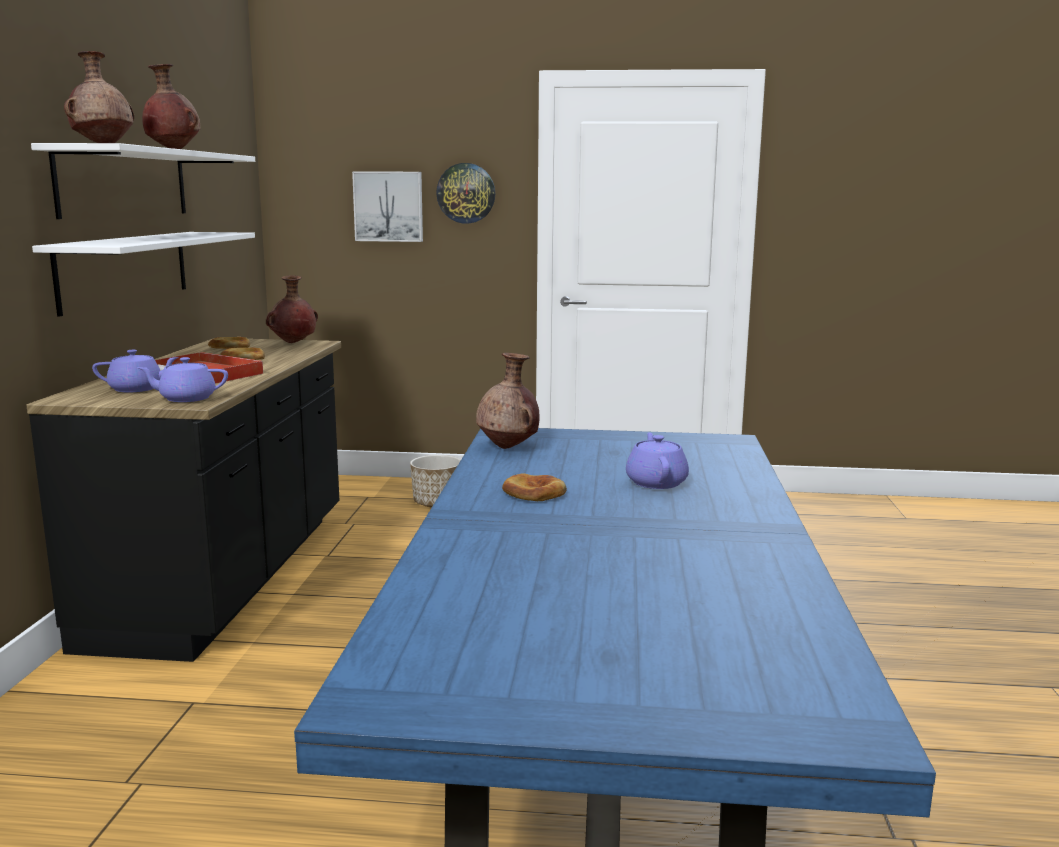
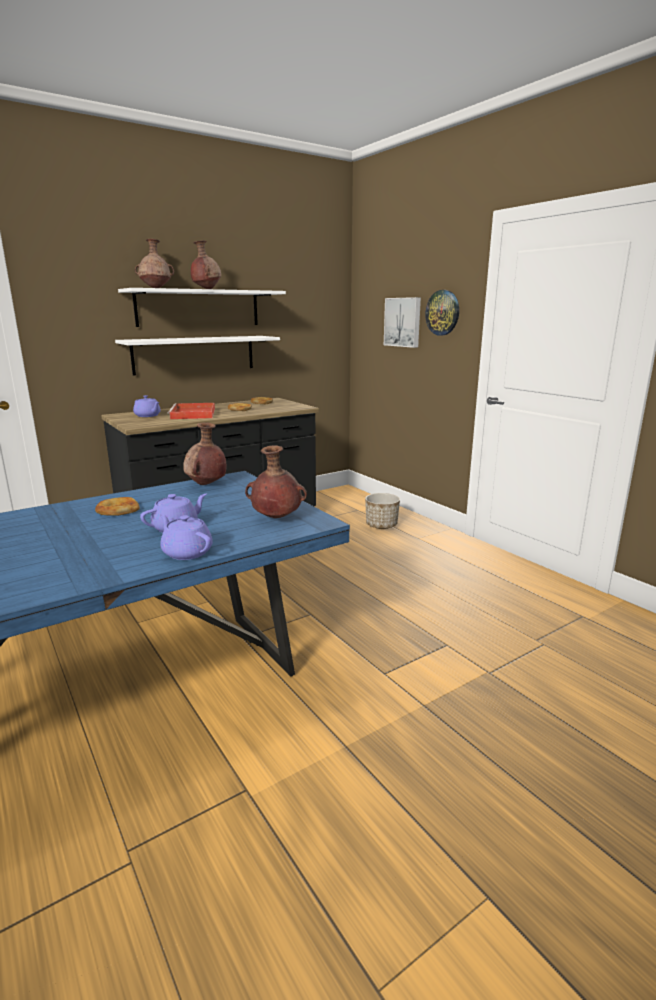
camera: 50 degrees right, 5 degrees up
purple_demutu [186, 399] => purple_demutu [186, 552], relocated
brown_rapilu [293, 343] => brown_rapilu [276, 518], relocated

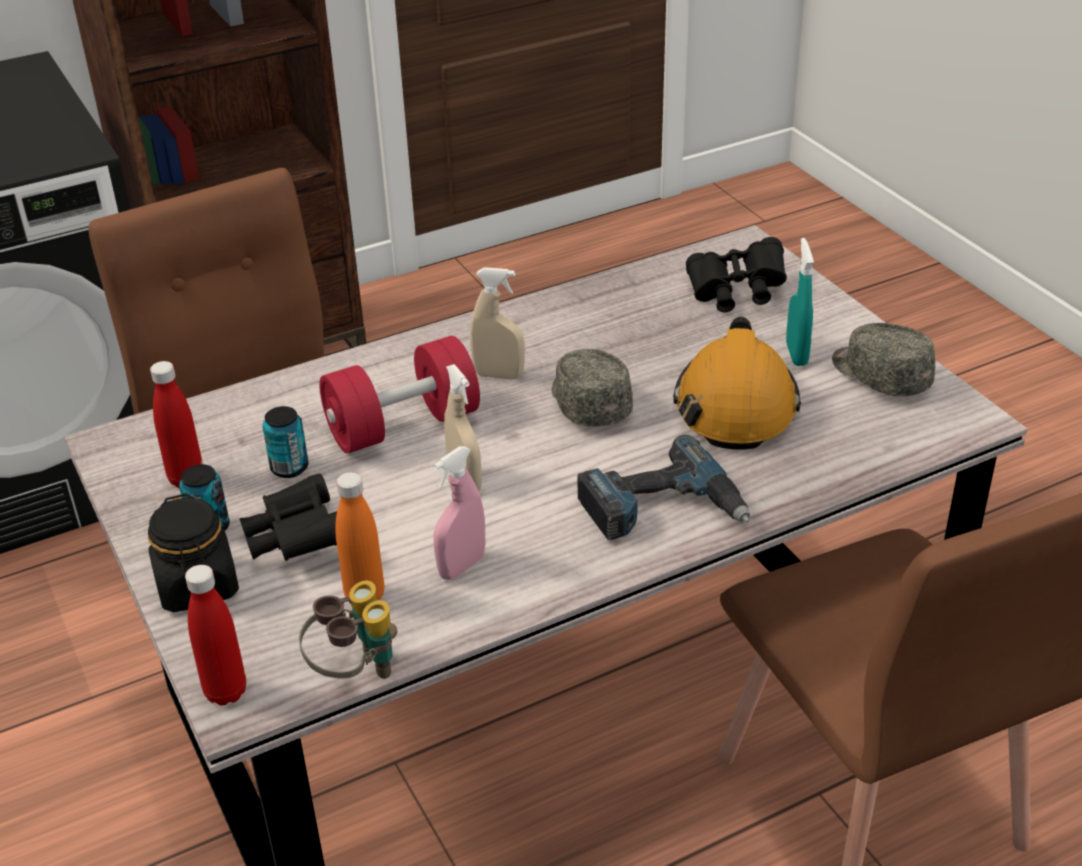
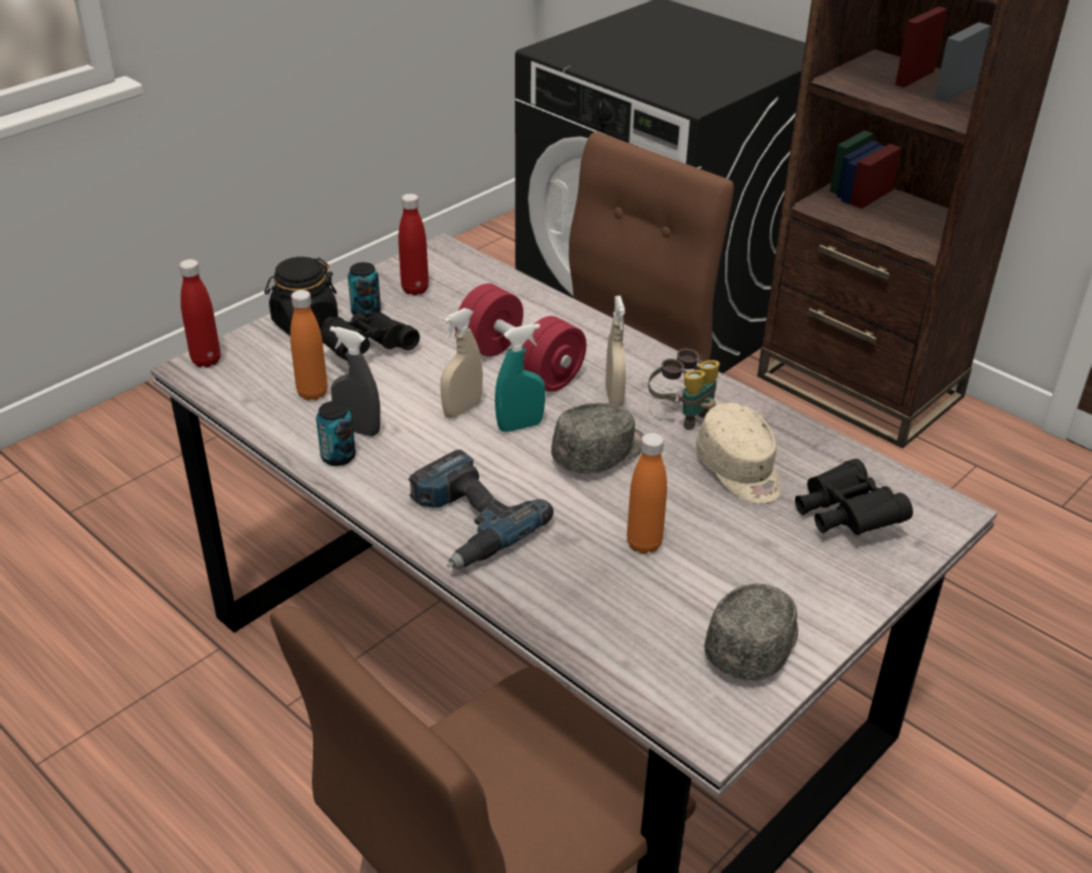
camera: 70 degrees right, 0 degrees up
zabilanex [289, 468] => zabilanex [338, 457], relocated
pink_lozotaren [462, 566] => grey_lozotaren [358, 430]
turquoise_lozotaren [796, 354] => turquoise_lozotaren [520, 426], relocated
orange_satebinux [735, 405] => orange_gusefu [644, 544]
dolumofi [355, 672] => dolumofi [682, 414], relocated
nothing => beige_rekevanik [740, 471]

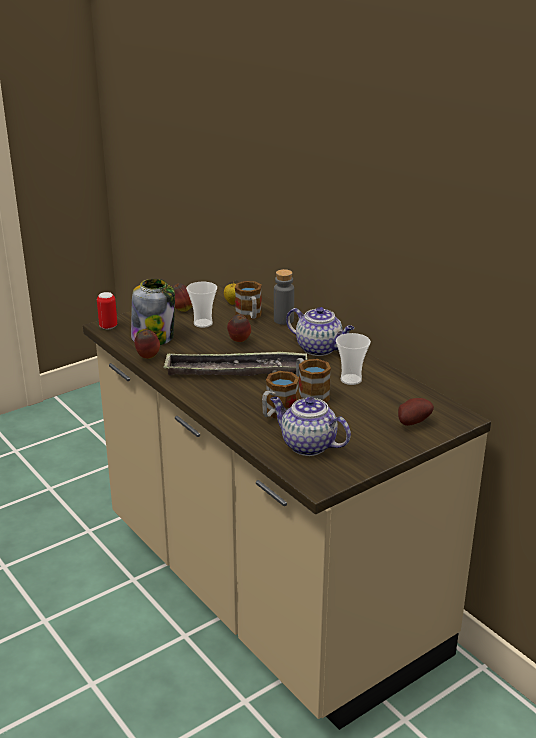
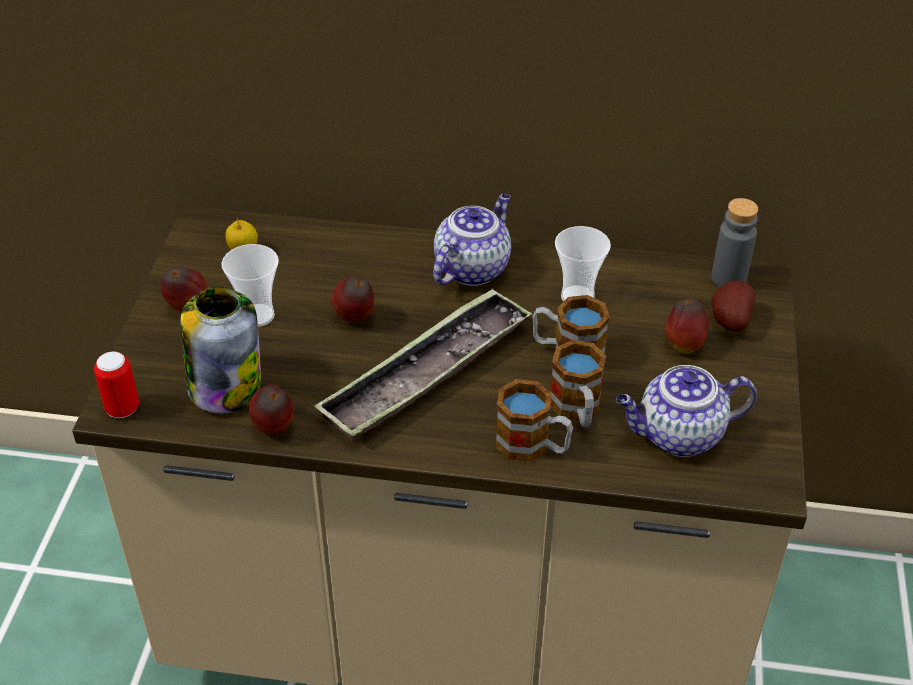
camera: 45 degrees left, 15 degrees up
demutu [320, 349] => demutu [472, 268], 45 degrees counterclockwise
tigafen [250, 316] => tigafen [532, 446], relocated
nothing => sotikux [683, 345]
grey_gusefu [283, 320] => grey_gusefu [728, 279], relocated

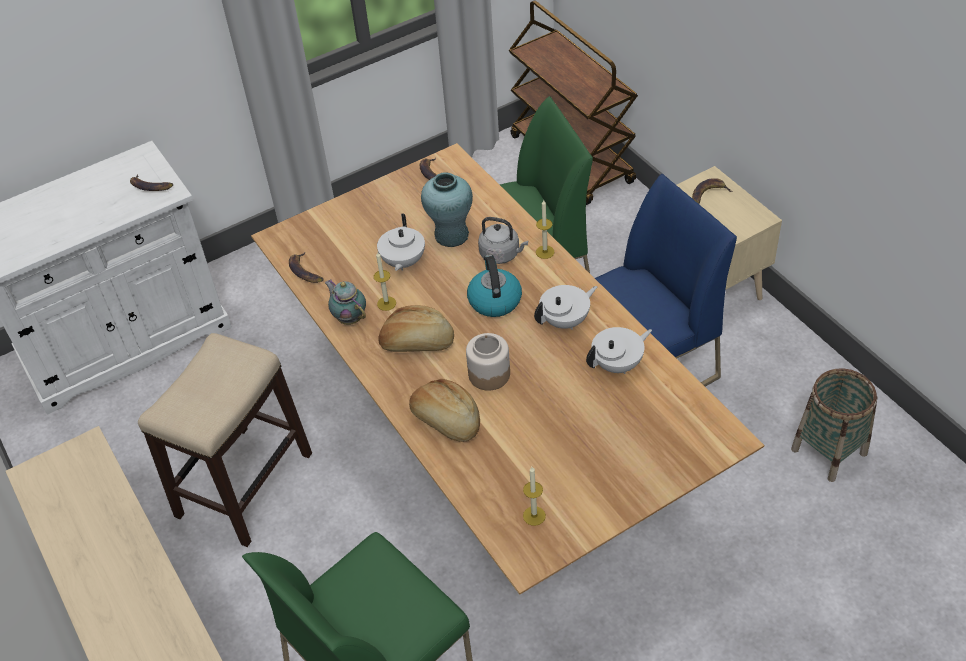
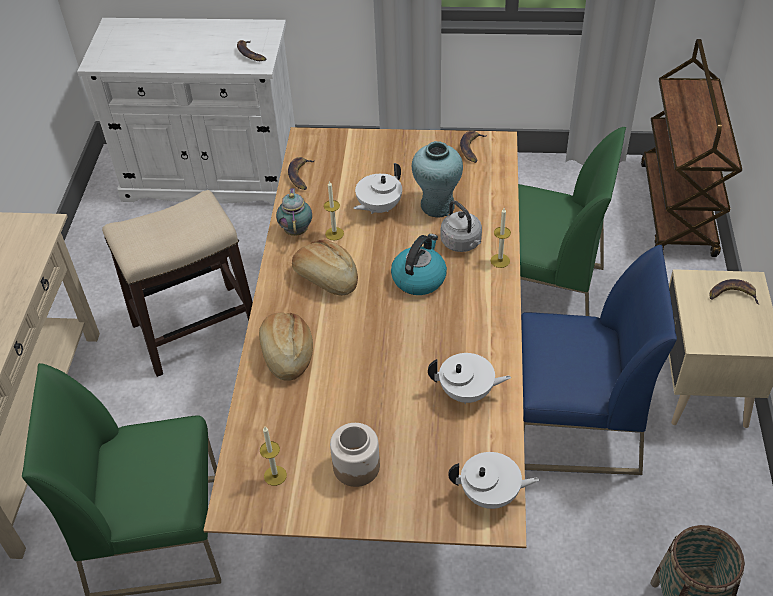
camera: 35 degrees right, 0 degrees up
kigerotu [489, 374] => kigerotu [356, 466], relocated
white_demutu [565, 321] => white_demutu [490, 495], relocated

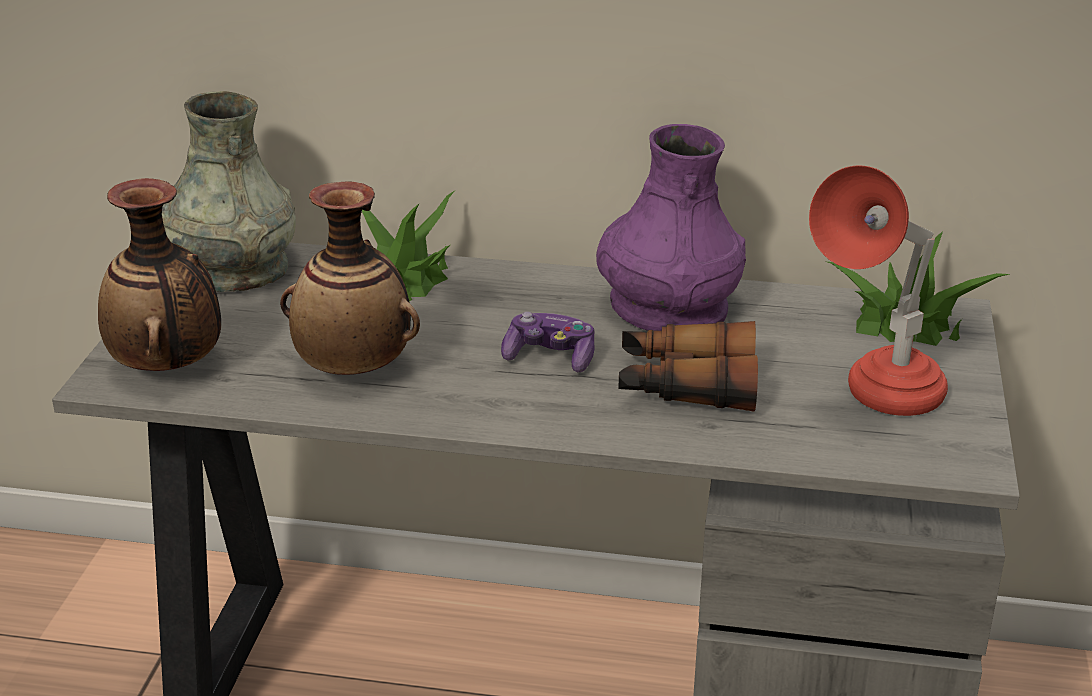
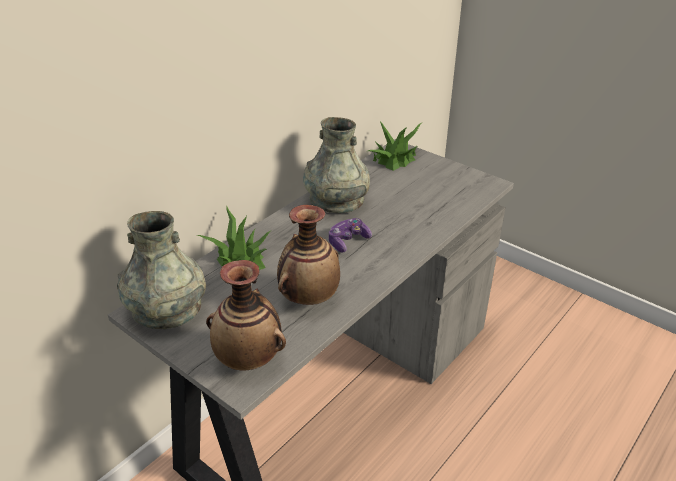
camera: 60 degrees left, 5 degrees up
purple_rapilu [668, 307] => grey_rapilu [336, 200]
dolumofi [686, 385] => nothing
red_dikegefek [876, 401] => nothing

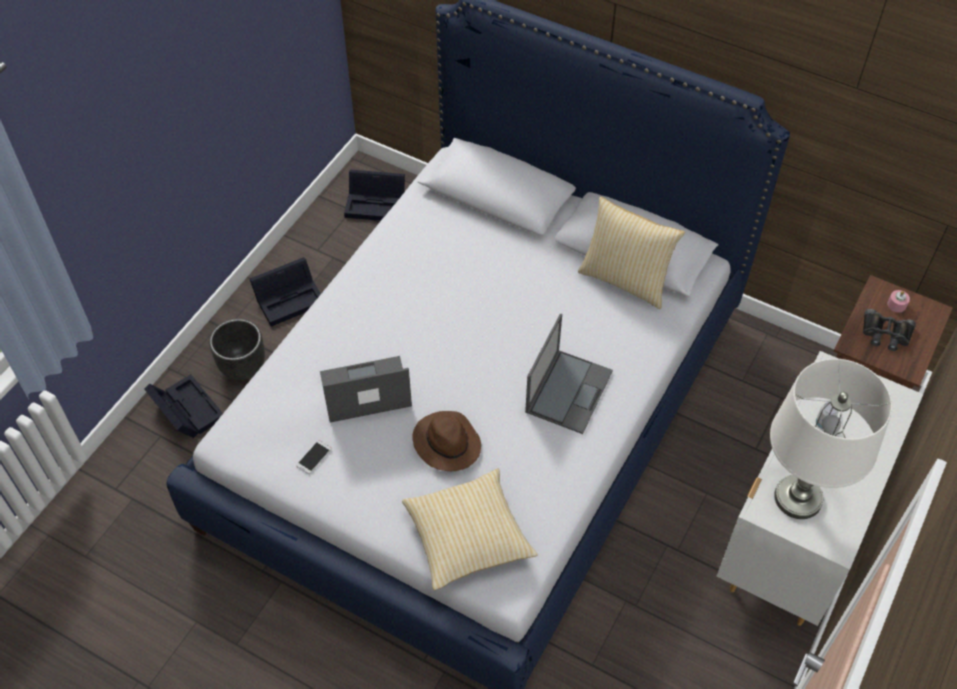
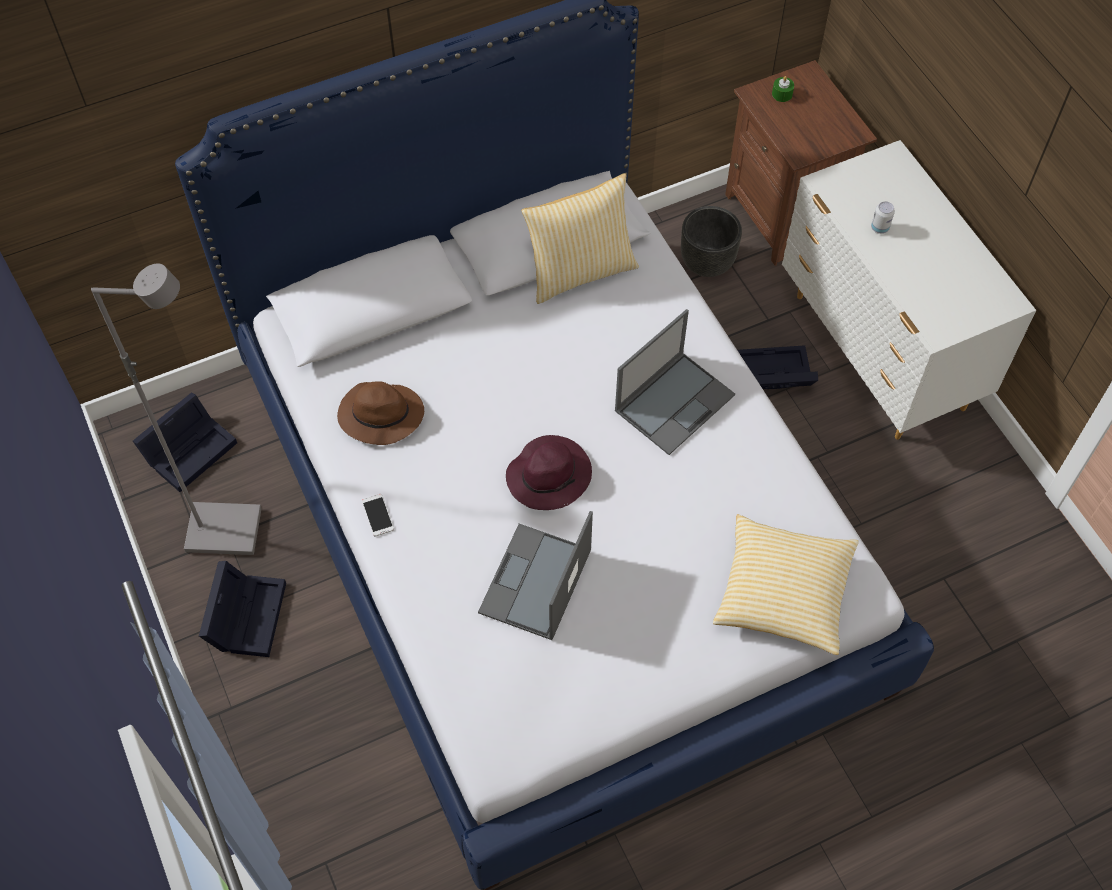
camera: 55 degrees left, 5 degrees up
nothing => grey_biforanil [225, 529]
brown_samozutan [446, 443] => brown_samozutan [379, 416], relocated
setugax [314, 457] => setugax [377, 515], relocated
nothing => purple_samozutan [549, 475]
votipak [569, 390] => votipak [675, 402], 75 degrees clockwise
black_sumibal [243, 367] => black_sumibal [706, 264], relocated
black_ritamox [186, 410] => black_ritamox [769, 377], relocated
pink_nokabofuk [896, 305] => green_nokabofuk [782, 94]
white_dikegefek [798, 498] => nothing
black_dolumofi [885, 334] => nothing

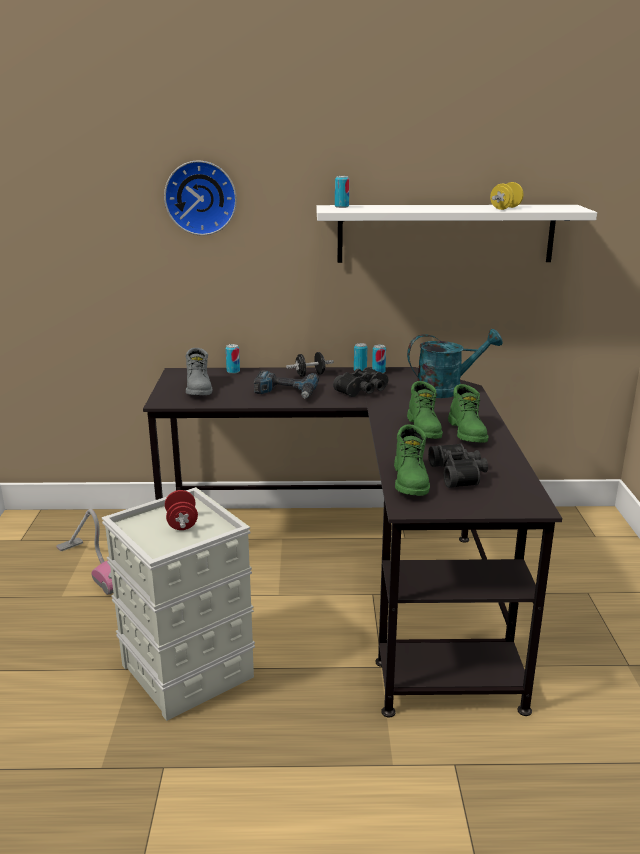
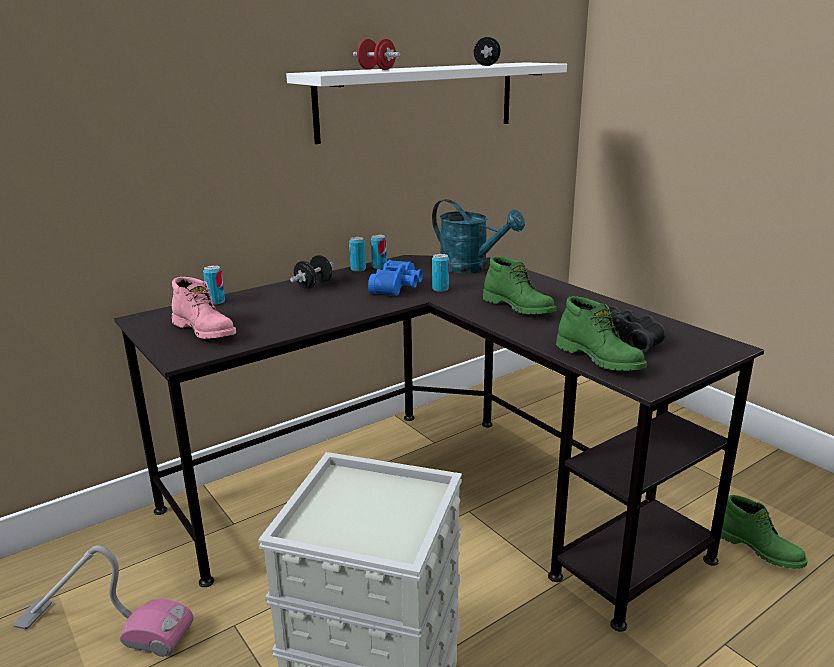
camera: 35 degrees left, 0 degrees up
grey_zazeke [199, 389] => pink_zazeke [205, 330]
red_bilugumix [182, 523] => red_bilugumix [377, 69], relocated
black_dolumofi [364, 391] => blue_dolumofi [398, 287]
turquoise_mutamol [446, 389] => turquoise_mutamol [471, 268], 90 degrees clockwise
zabilanex [341, 206] => zabilanex [440, 289], relocated
yellow_bilugumix [505, 208] => black_bilugumix [486, 65]
green_zazeke [468, 433] => green_zazeke [759, 549], relocated
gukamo [201, 197] => nothing
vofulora [285, 392] => nothing

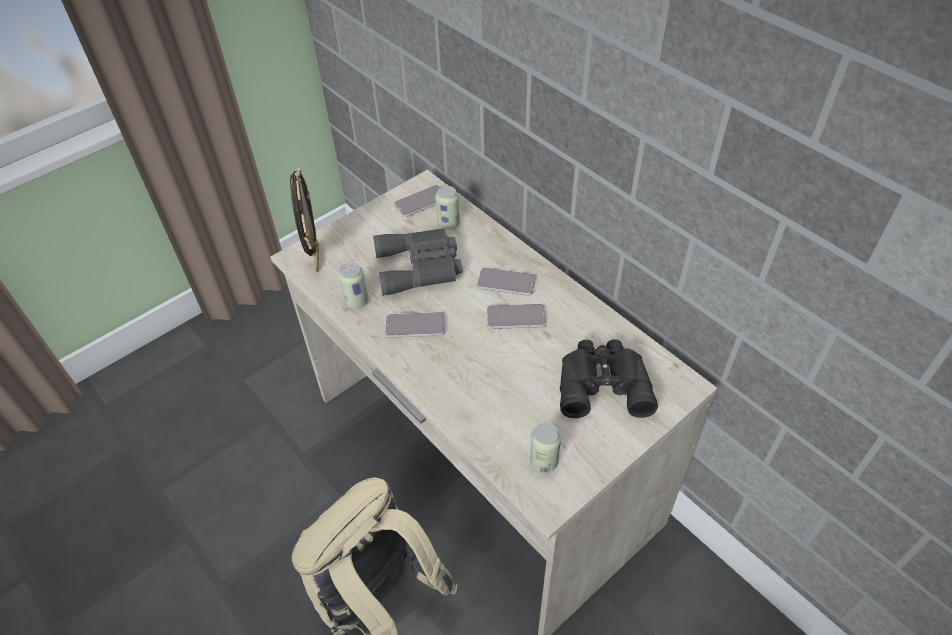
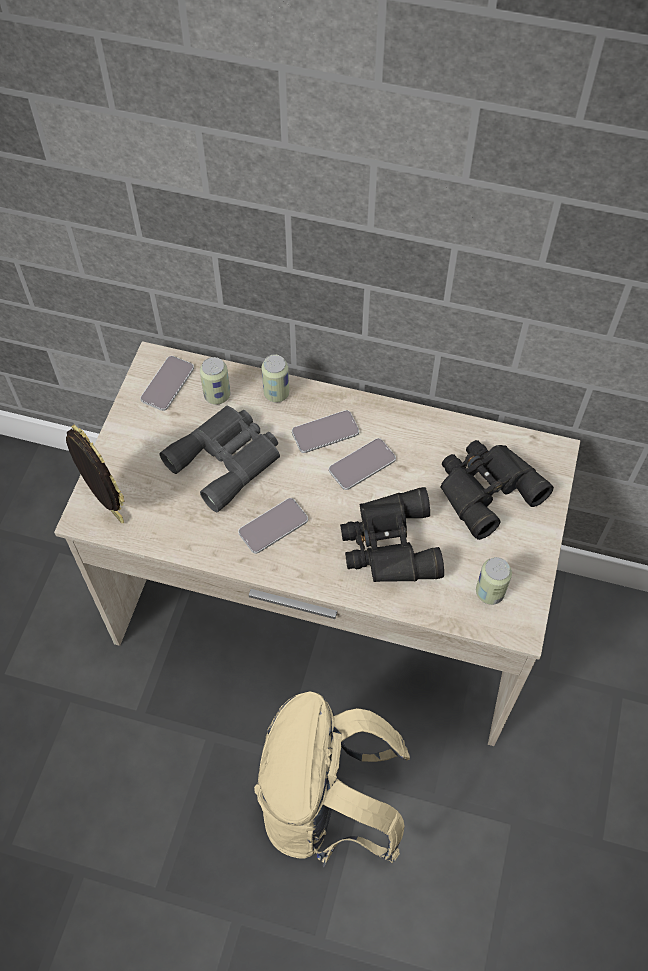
camera: 35 degrees left, 10 degrees up
zabilanex [357, 301] => zabilanex [276, 393], relocated
nothing => black_dolumofi [388, 545]

